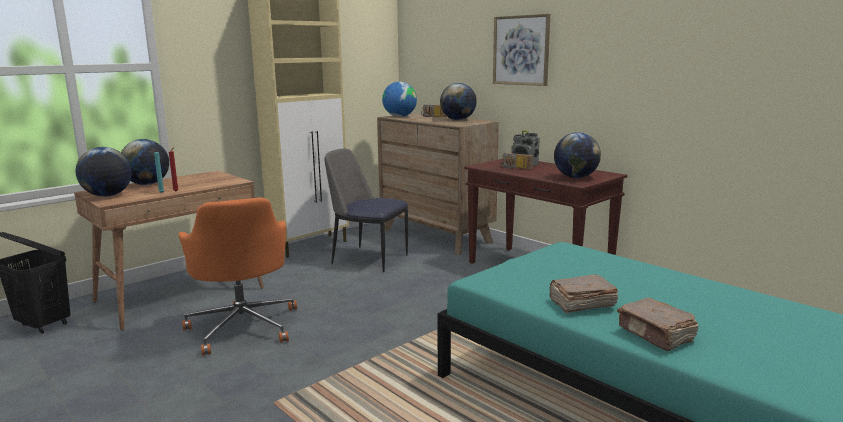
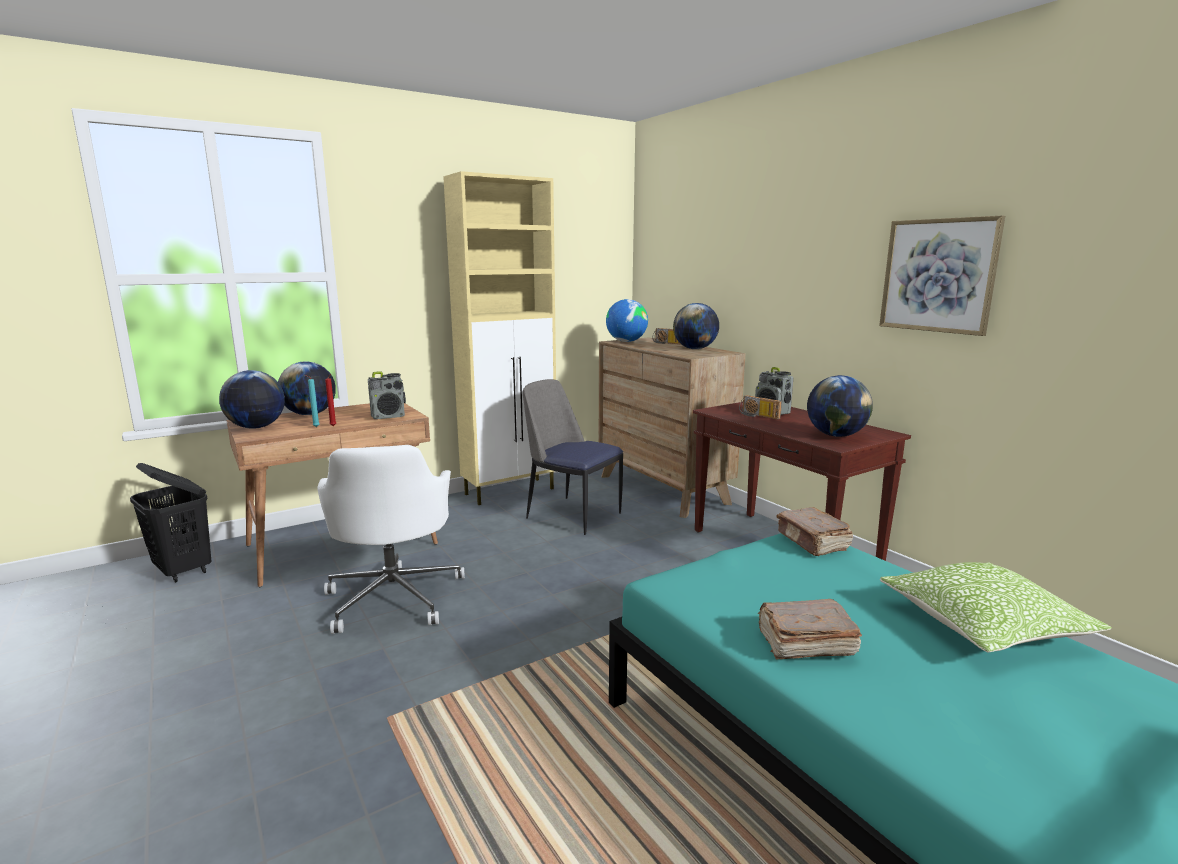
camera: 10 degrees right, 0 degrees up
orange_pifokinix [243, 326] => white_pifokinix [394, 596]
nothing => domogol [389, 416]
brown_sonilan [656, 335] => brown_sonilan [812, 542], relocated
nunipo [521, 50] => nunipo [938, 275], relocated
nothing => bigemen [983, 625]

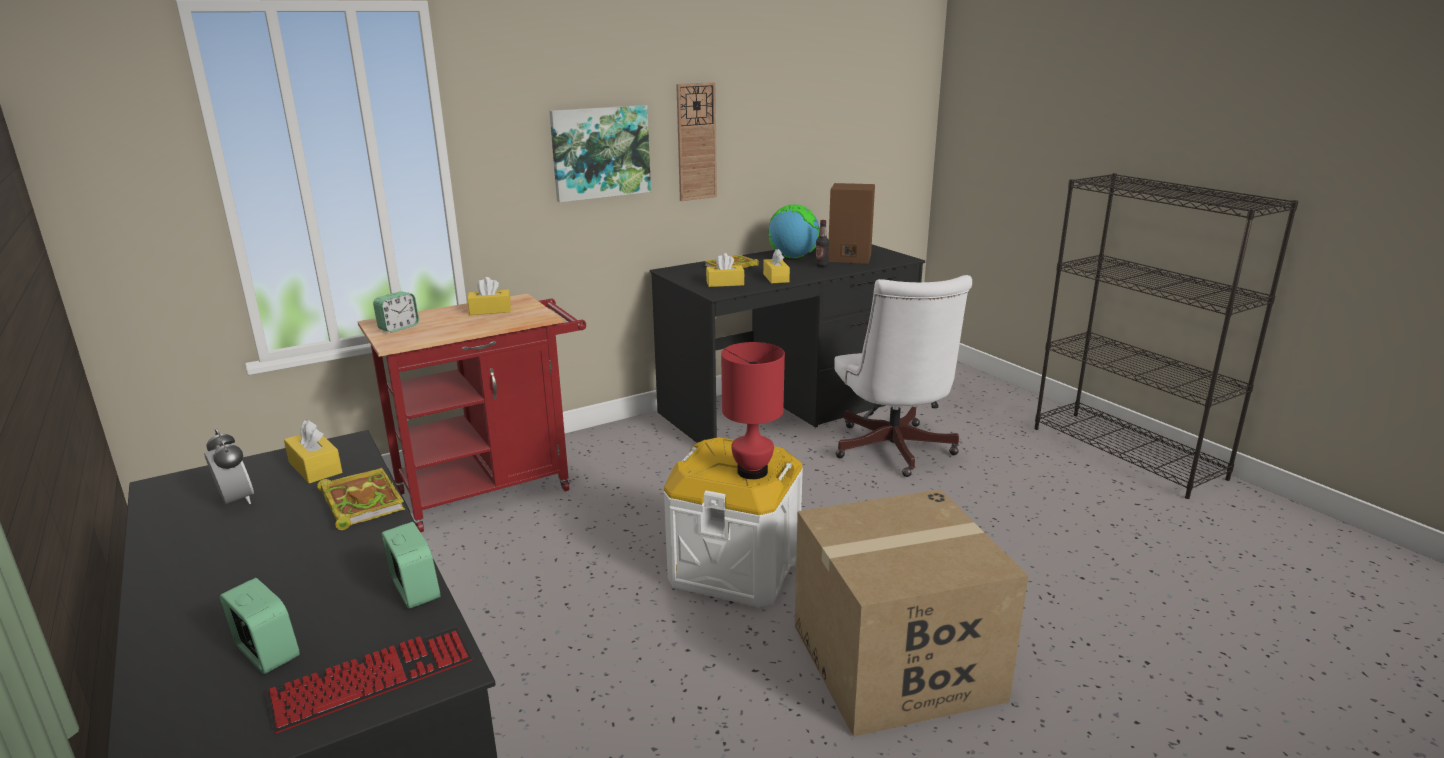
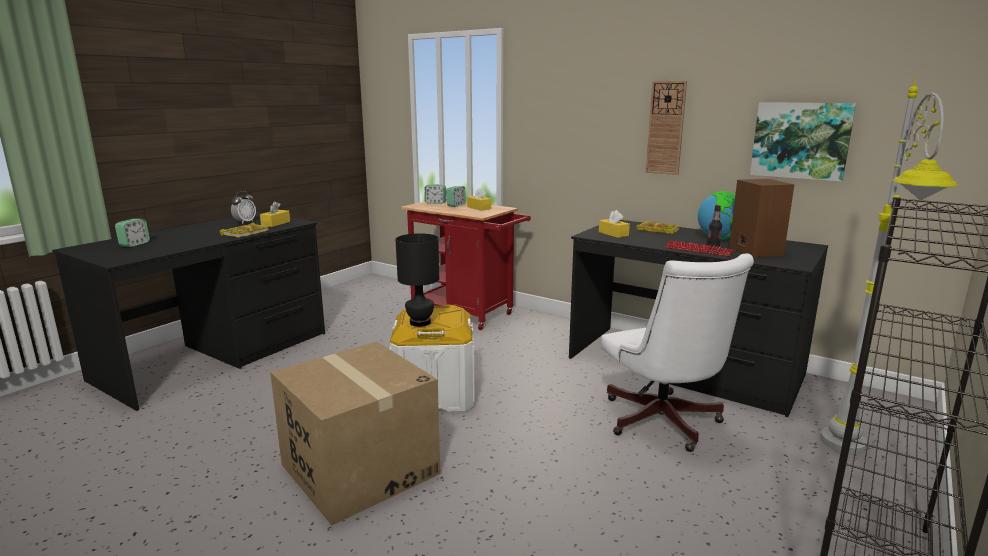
camera: 65 degrees right, 5 degrees down
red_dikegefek [753, 472] => black_dikegefek [420, 323]
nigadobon [415, 591] => nigadobon [456, 205], relocated
white_pifokinix [893, 452] => white_pifokinix [663, 424], 75 degrees counterclockwise
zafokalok [373, 680] => zafokalok [698, 250], relocated
nunipo [600, 152] => nunipo [800, 140], relocated
nothing => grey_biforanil [851, 462]
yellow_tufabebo [776, 278] => nothing

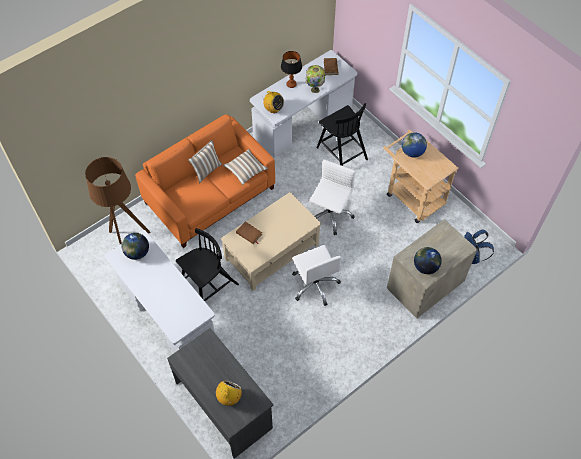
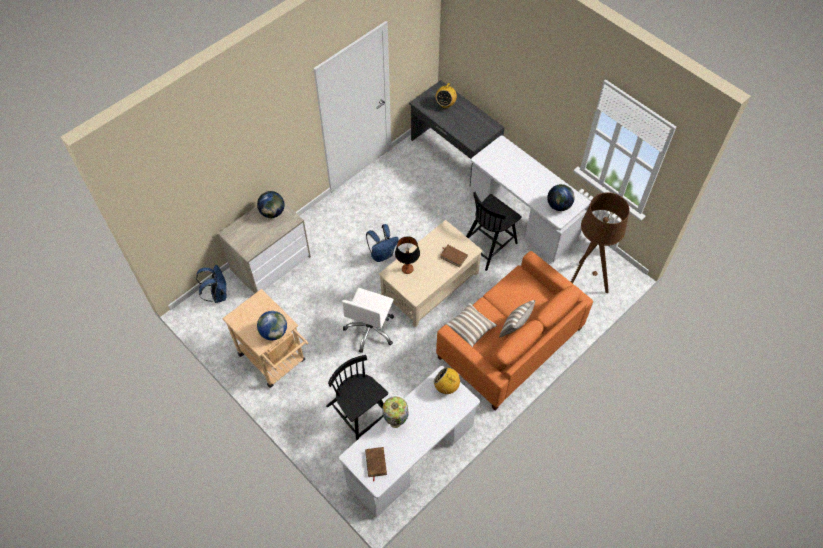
camera: 175 degrees right, 0 degrees up
white_pifokinix [315, 284] => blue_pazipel [382, 254]
dikegefek [291, 84] => dikegefek [407, 269], relocated

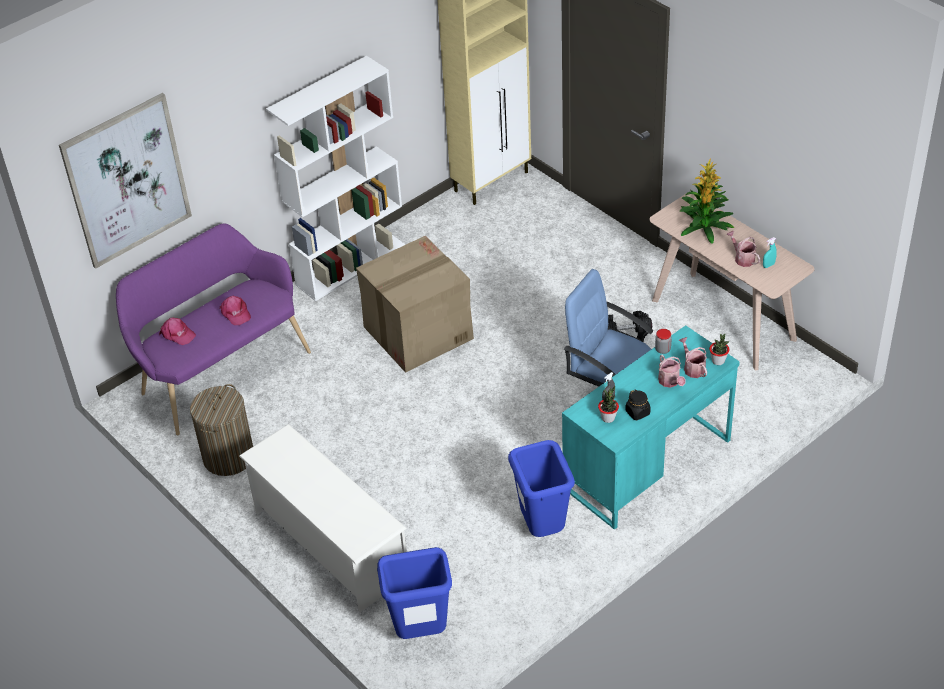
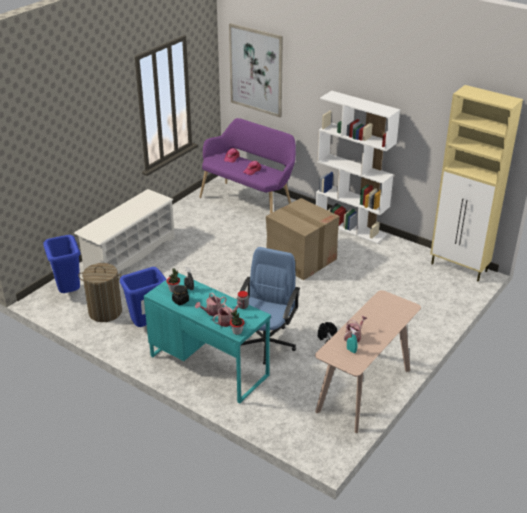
camera: 75 degrees right, 10 degrees down
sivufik [228, 457] => sivufik [105, 312], relocated
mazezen [704, 227] => nothing

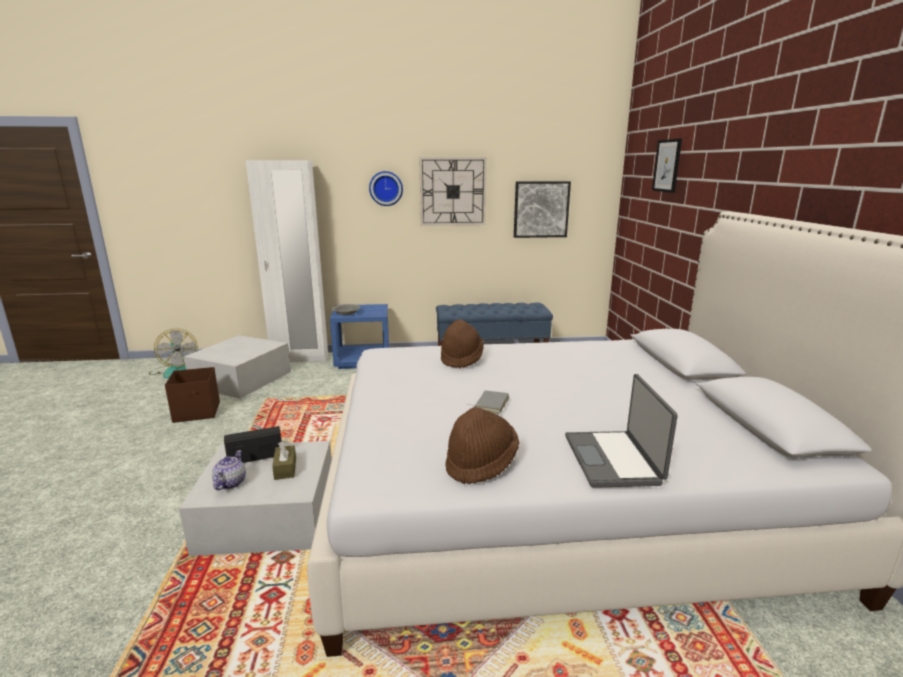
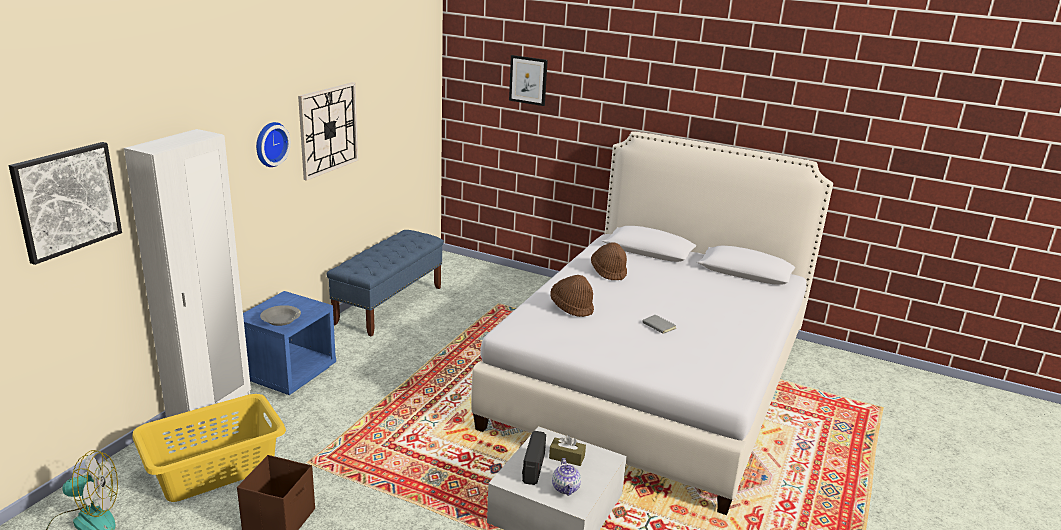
camera: 60 degrees left, 5 degrees up
nunipo [541, 209] => nunipo [67, 200], relocated
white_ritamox [241, 379] => yellow_sivufik [215, 469]
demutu [230, 483] => demutu [566, 488], 135 degrees counterclockwise
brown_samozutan [481, 464] => brown_samozutan [609, 272], relocated
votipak [613, 460] => nothing

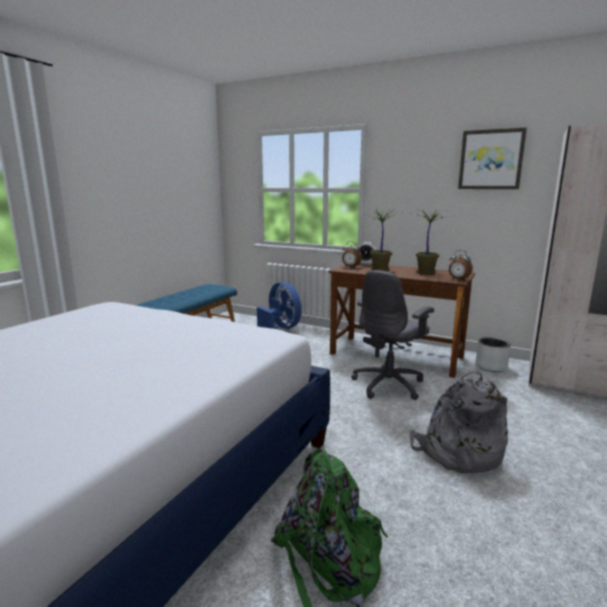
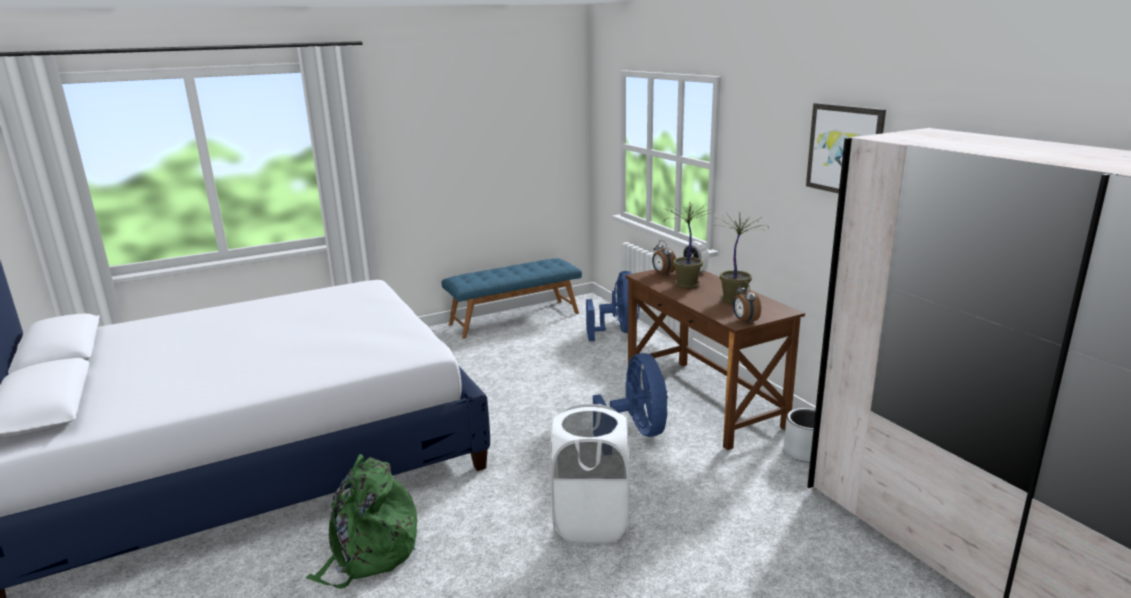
camera: 35 degrees right, 5 degrees up
grey_pazipel [457, 452] => white_sivufik [591, 522]
grey_pifokinix [389, 385] => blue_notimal [636, 434]

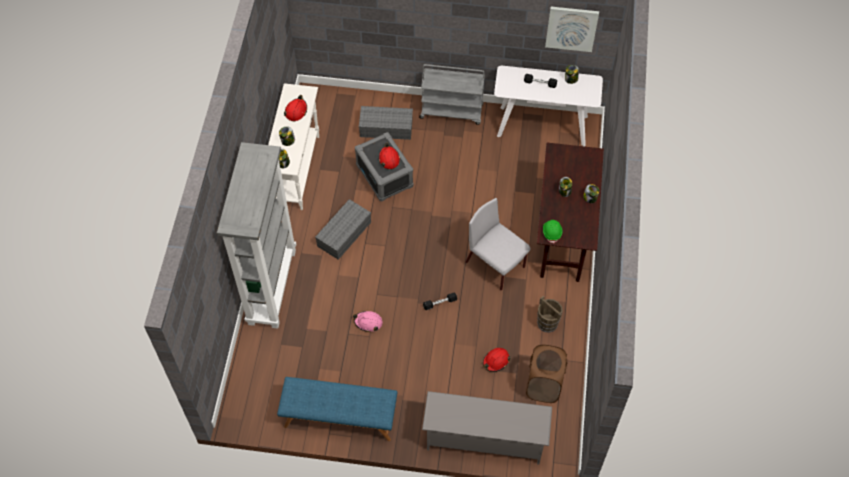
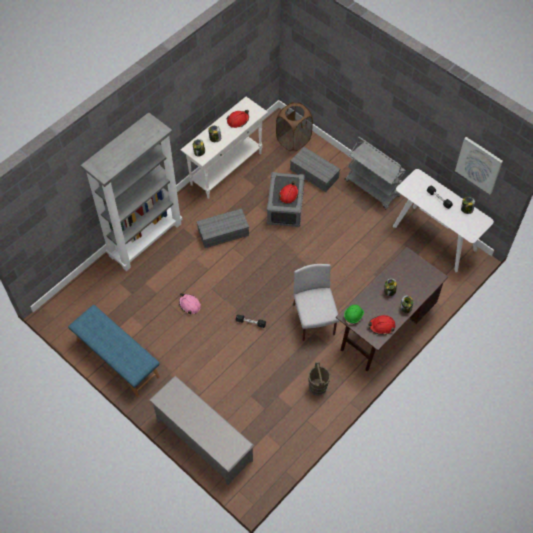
camera: 35 degrees right, 0 degrees up
brown_sivufik [543, 386] => brown_sivufik [293, 140], relocated
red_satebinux [496, 361] => red_satebinux [381, 326], relocated

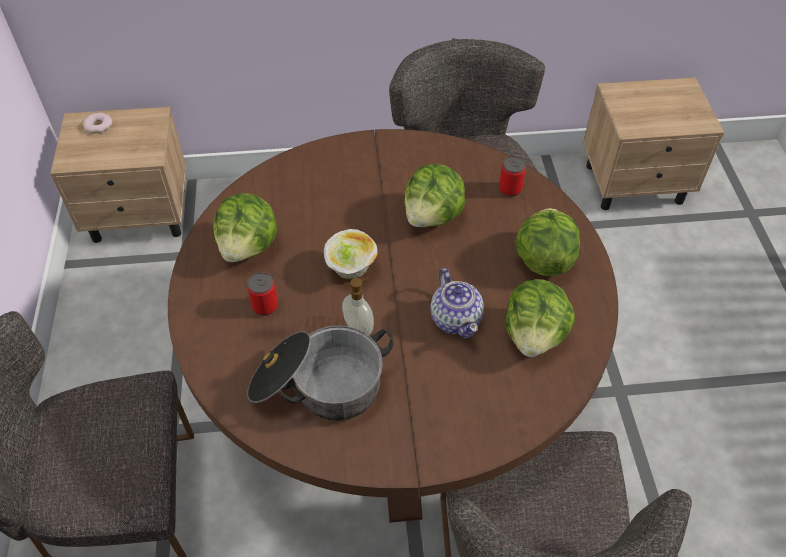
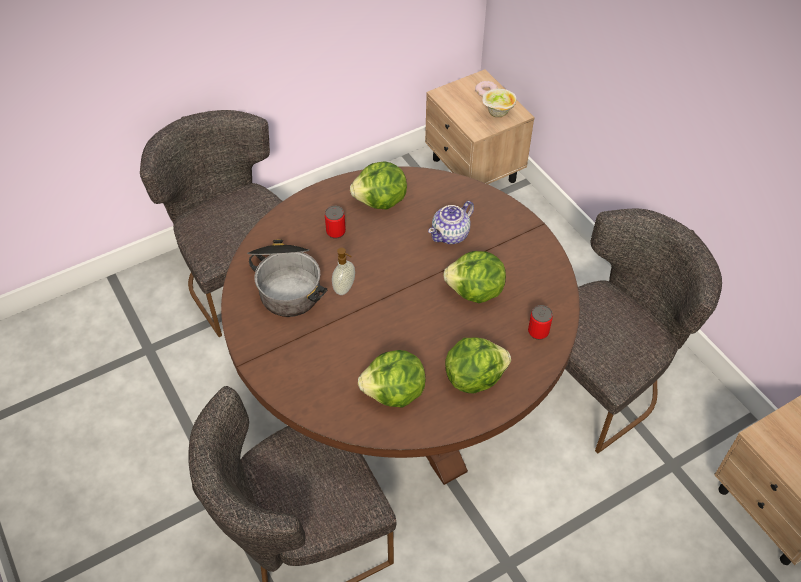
camera: 65 degrees right, 0 degrees up
demutu [456, 318] => demutu [451, 234], relocated
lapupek [350, 270] => lapupek [497, 112], relocated

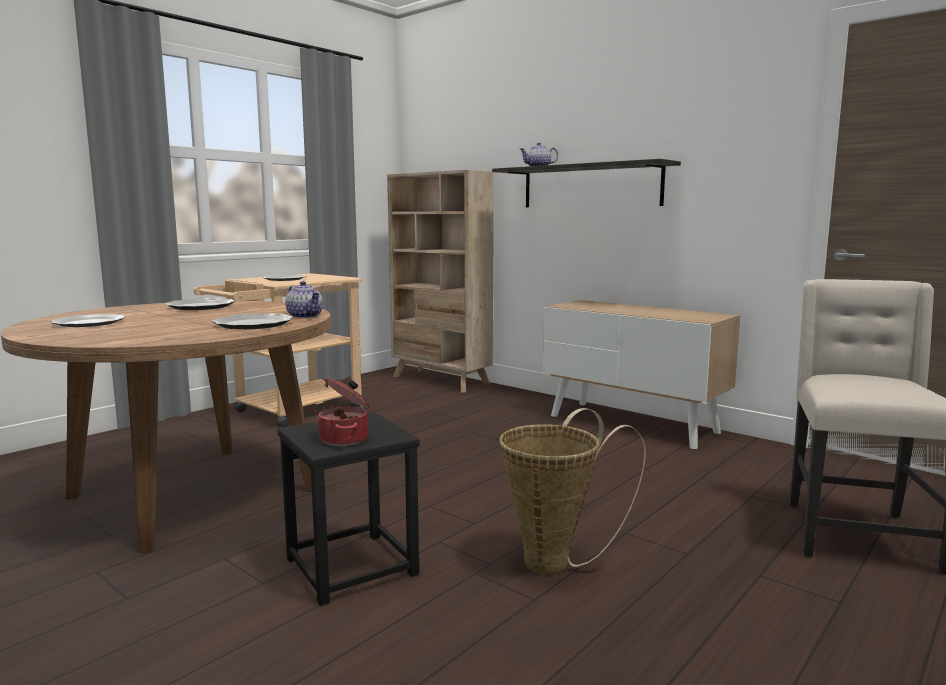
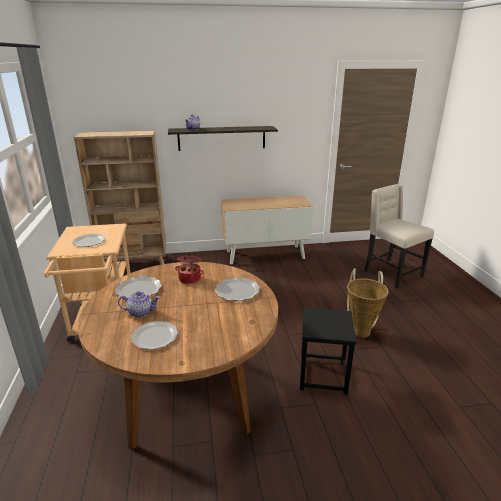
camera: 50 degrees left, 15 degrees up
demutu [305, 316] => demutu [141, 312], relocated
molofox [346, 439] => molofox [190, 278], relocated

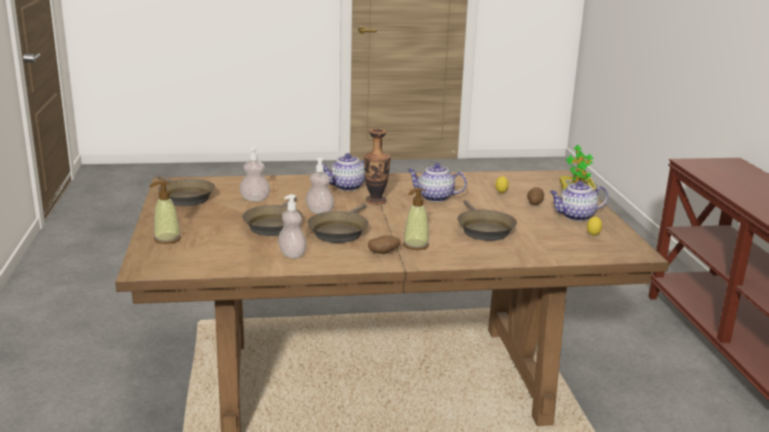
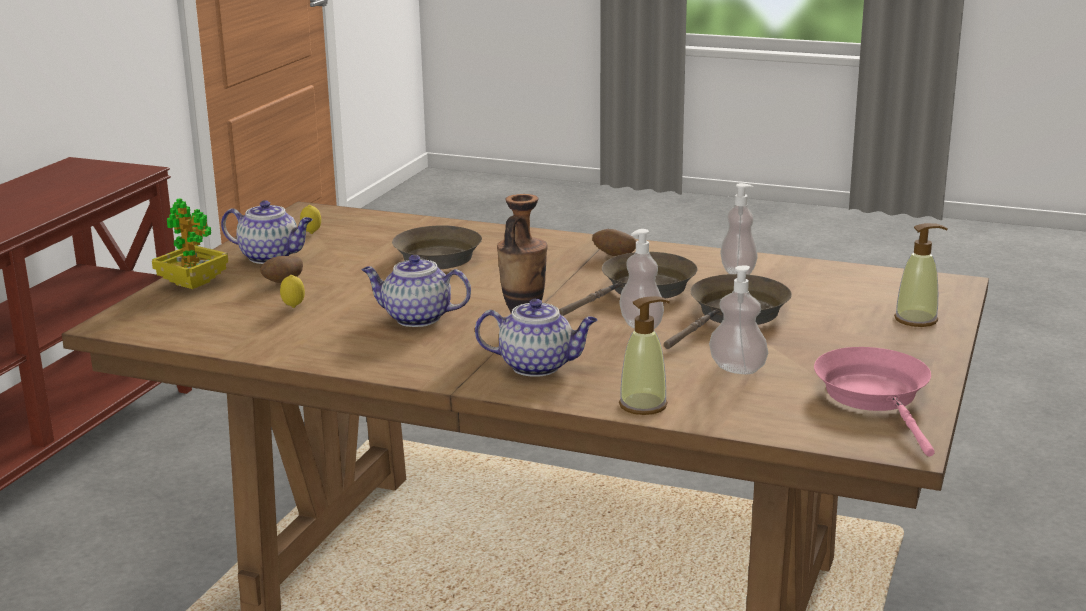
camera: 150 degrees left, 0 degrees up
demutu [434, 197] => demutu [416, 318], 150 degrees clockwise
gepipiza [415, 245] => gepipiza [643, 405], relocated
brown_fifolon [184, 197] => pink_fifolon [875, 397]

